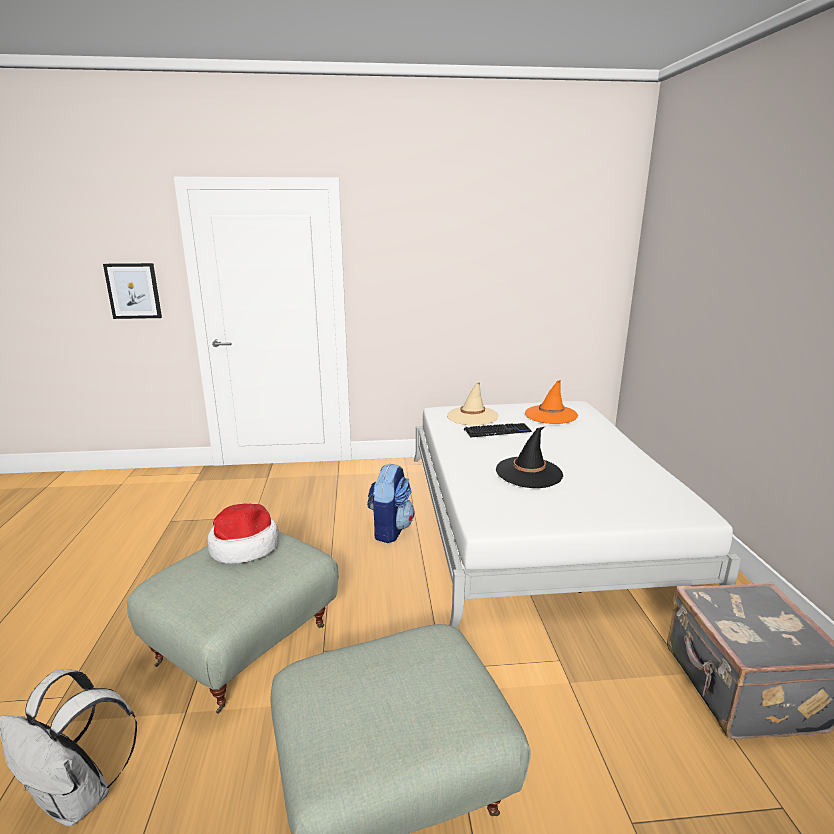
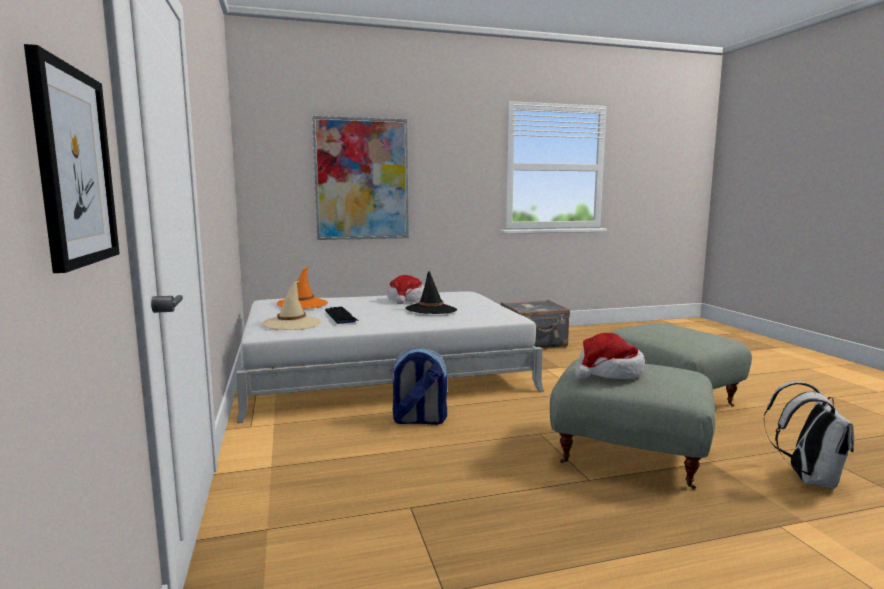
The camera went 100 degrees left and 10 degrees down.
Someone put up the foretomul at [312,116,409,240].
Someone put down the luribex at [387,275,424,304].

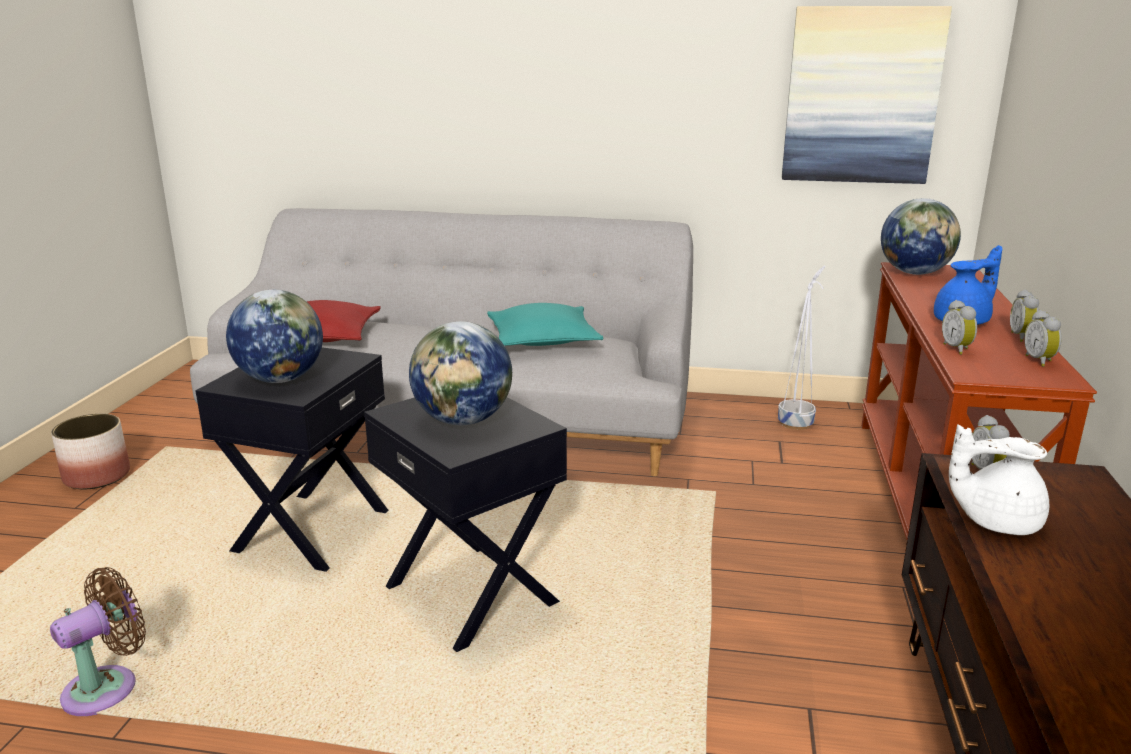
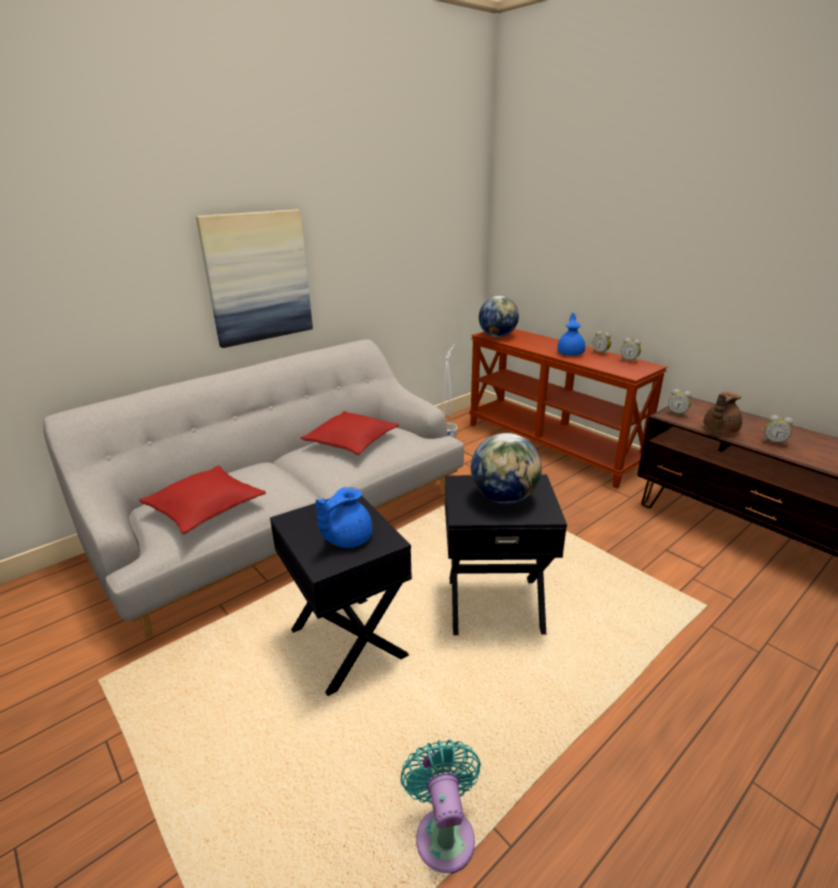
The camera went 50 degrees left and 5 degrees up.
Someone took away the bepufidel at [51,414,130,490].
Someone carried the foretomul from [782,6,952,184] to [196,210,313,348].
Someone carried the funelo from [942,300,977,355] to [763,415,793,446].
Someone swapped the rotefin at [226,290,323,383] for the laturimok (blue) at [316,487,372,548].
Someone repainted the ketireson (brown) at [50,567,146,716], which became the ketireson (turquoise) at [401,740,481,874].
Someone repainted the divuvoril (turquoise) at [487,303,604,346], which became the divuvoril (red) at [300,411,399,455].
Someone repainted the laturimok (white) at [949,425,1049,535], which became the laturimok (brown) at [703,392,742,434].

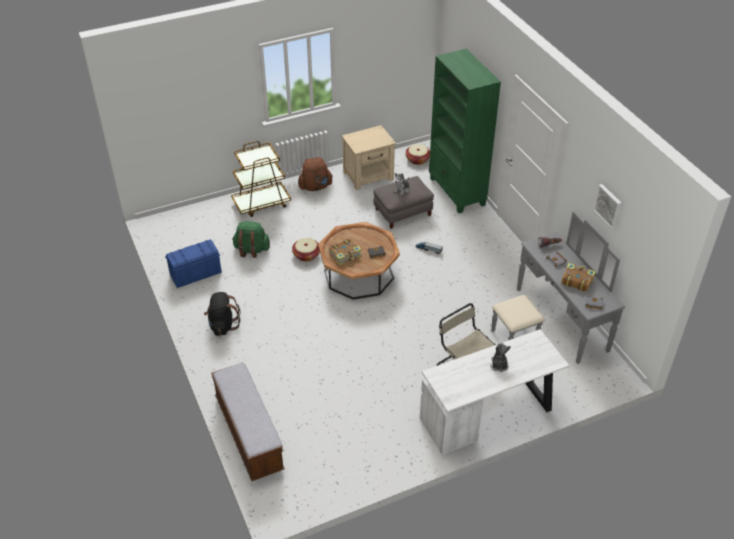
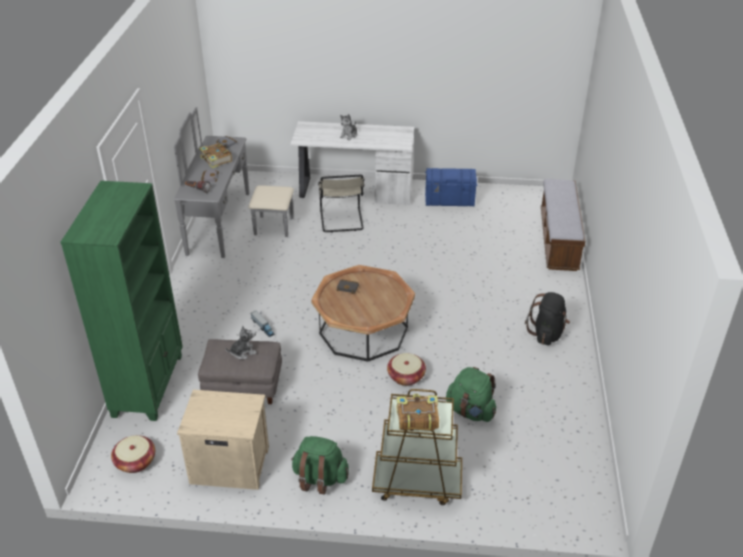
The camera went 150 degrees left and 5 degrees down.
Someone took away the foretomul at [593,184,622,229].
Someone carried the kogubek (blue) from [165,239,222,288] to [425,168,477,206].
Someone carried the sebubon from [329,239,362,265] to [396,393,439,431].
Someone repainted the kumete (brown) at [298,157,333,191], which became the kumete (green) at [291,436,349,494].

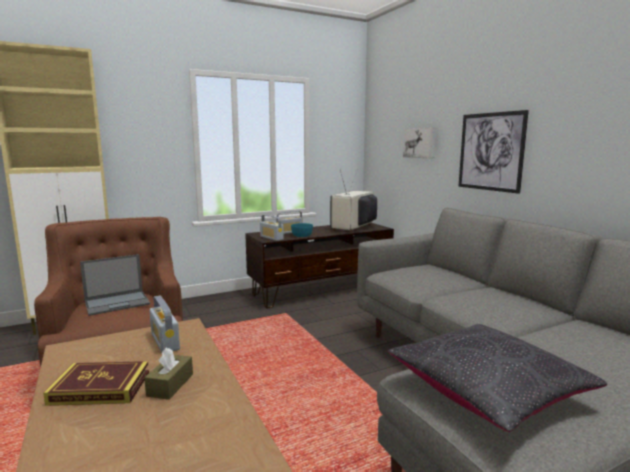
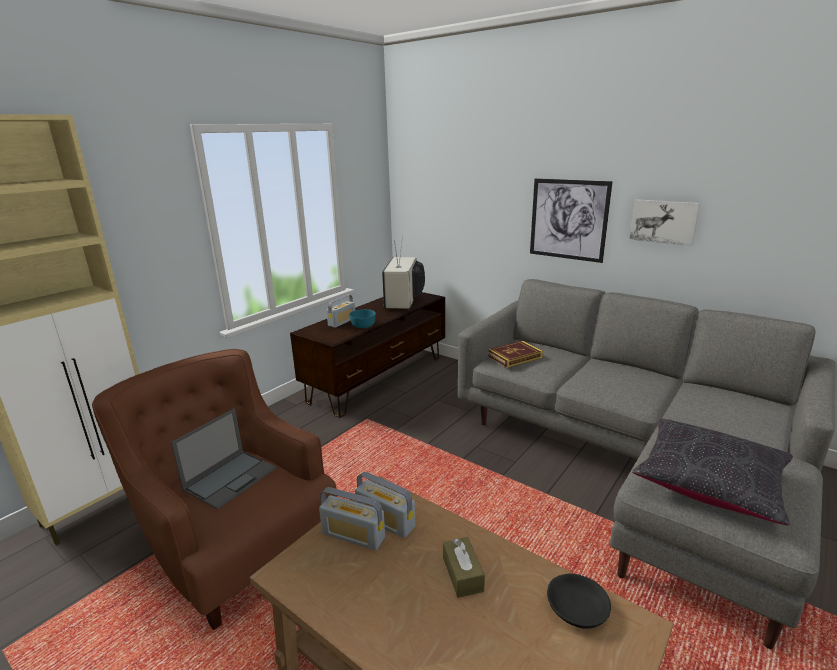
The camera went 25 degrees left and 10 degrees up.
Someone put down the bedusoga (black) at [547,574,611,629].
Someone carried the sebubon from [43,361,149,406] to [488,341,543,368].
Someone carried the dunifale from [260,215,284,241] to [319,487,385,550].
Someone carried the foretomul from [403,127,436,159] to [629,199,700,246].

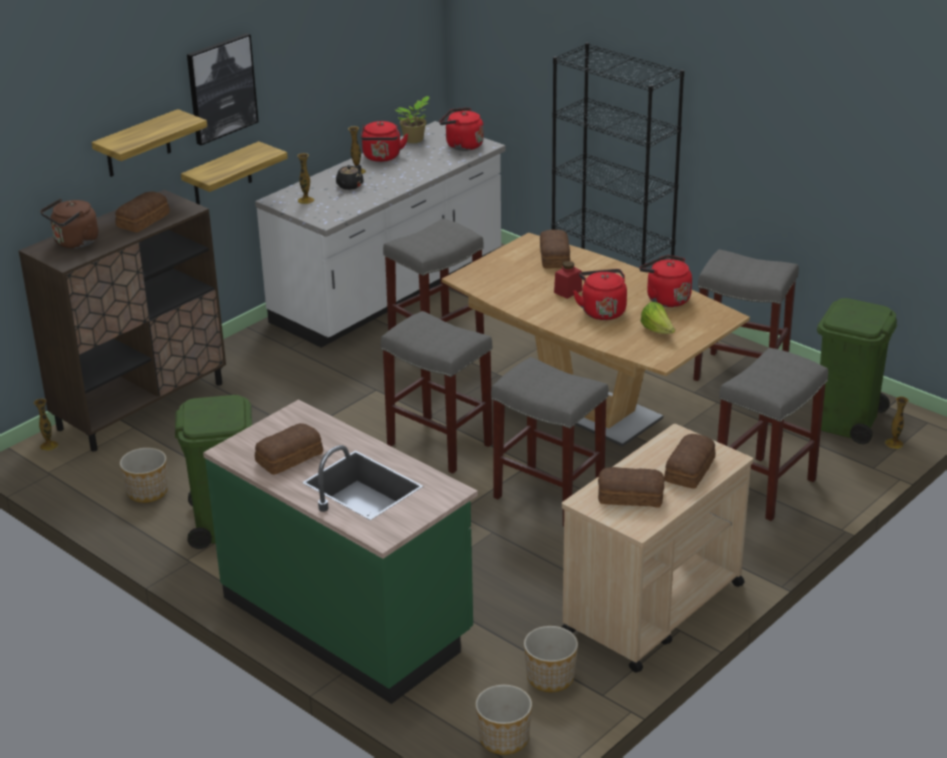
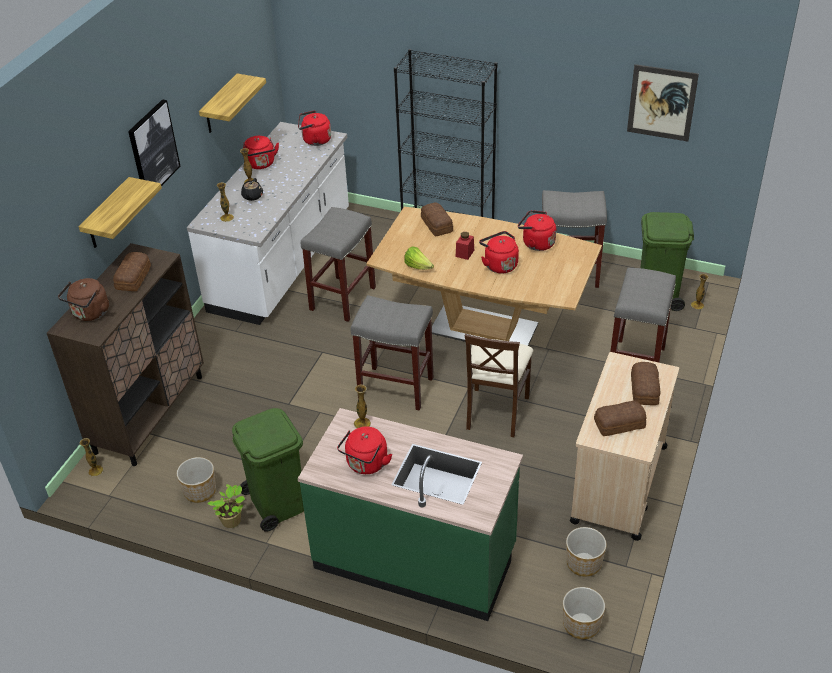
The camera went 20 degrees left and 10 degrees up.
Someone put down the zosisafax at [354,385,371,428].
Someone put up the foretomul at [627,64,699,141].
Someone carried the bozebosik from [181,141,288,205] to [199,74,266,133].
Someone carried the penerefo from [395,96,429,143] to [207,484,245,528].
Someone carried the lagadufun from [641,302,675,334] to [404,247,434,270].
Someone swapped the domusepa at [255,423,323,475] for the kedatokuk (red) at [337,426,392,474].
Someone swapped the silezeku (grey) at [491,357,609,526] for the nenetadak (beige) at [465,334,533,437].

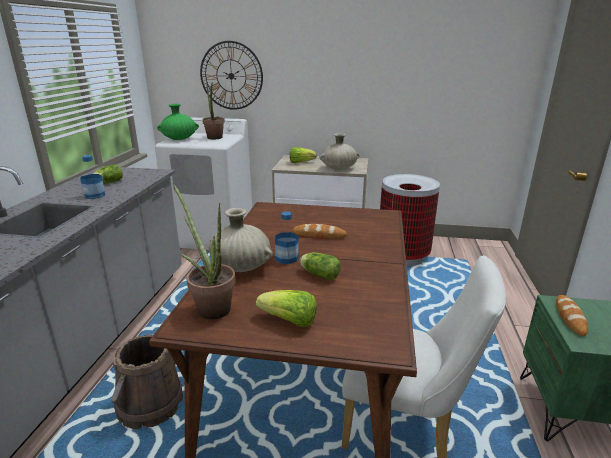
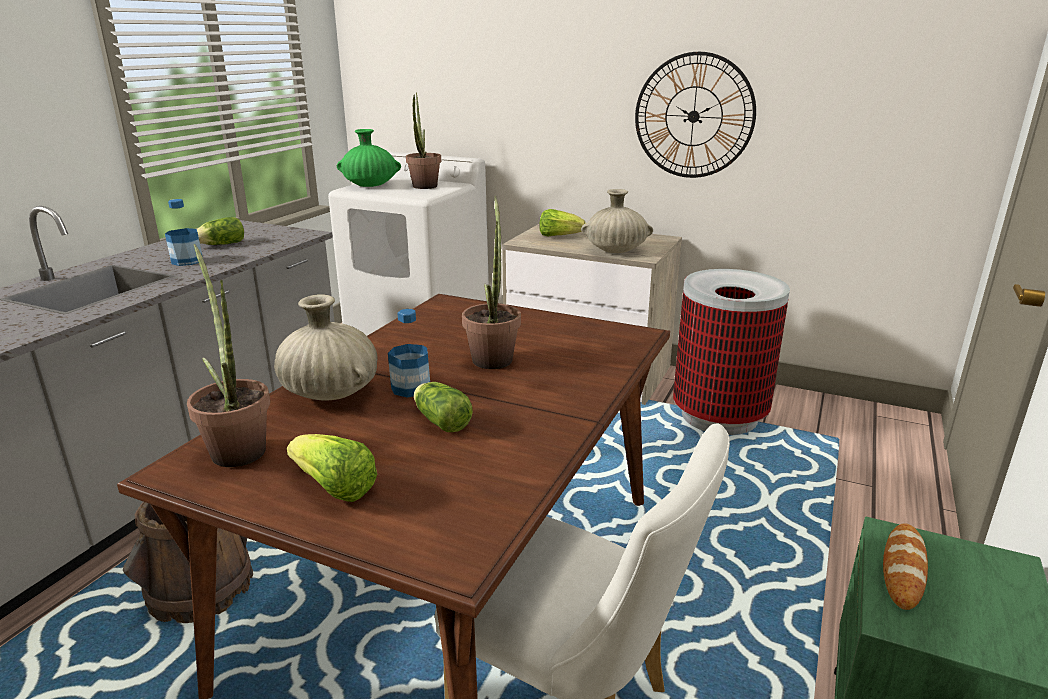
The camera went 15 degrees right and 0 degrees up.
Someone carried the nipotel from [200,41,263,110] to [635,52,756,178].
Someone swapped the domusepa at [292,224,347,238] for the penerefo at [462,196,521,369].

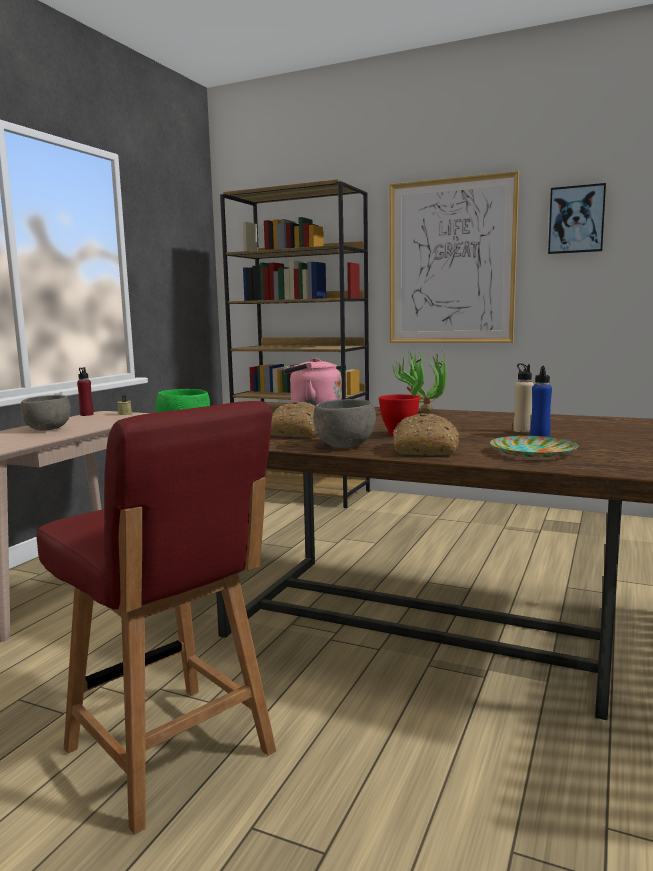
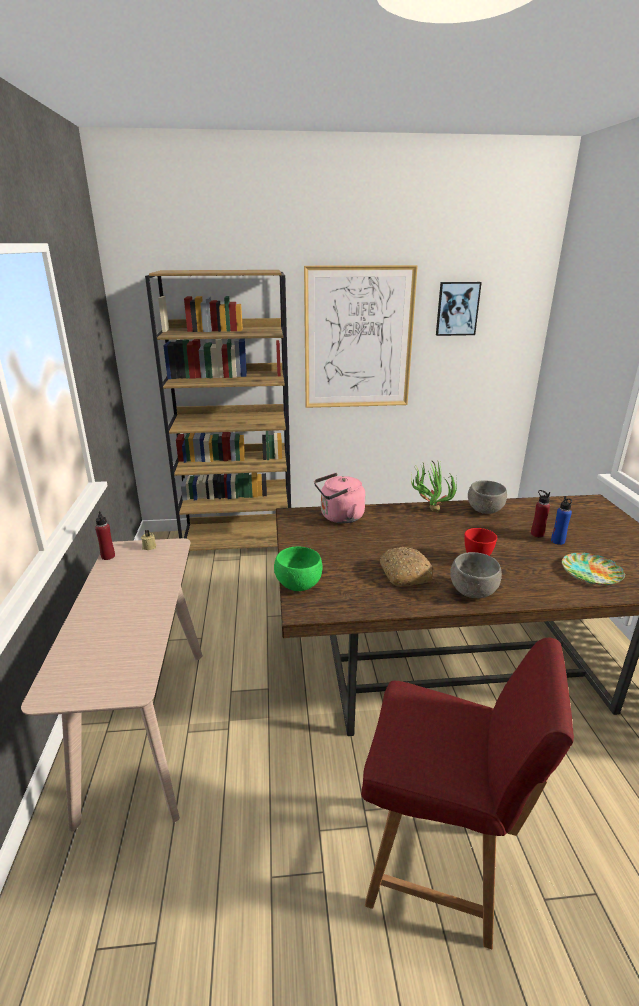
The camera went 30 degrees left and 15 degrees up.
Someone took away the domusepa at [393,413,459,455].
Someone carried the bedusoga (grey) from [20,395,71,431] to [468,480,507,514].
Someone repainted the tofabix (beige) at [514,363,534,432], which became the tofabix (red) at [531,490,550,537].

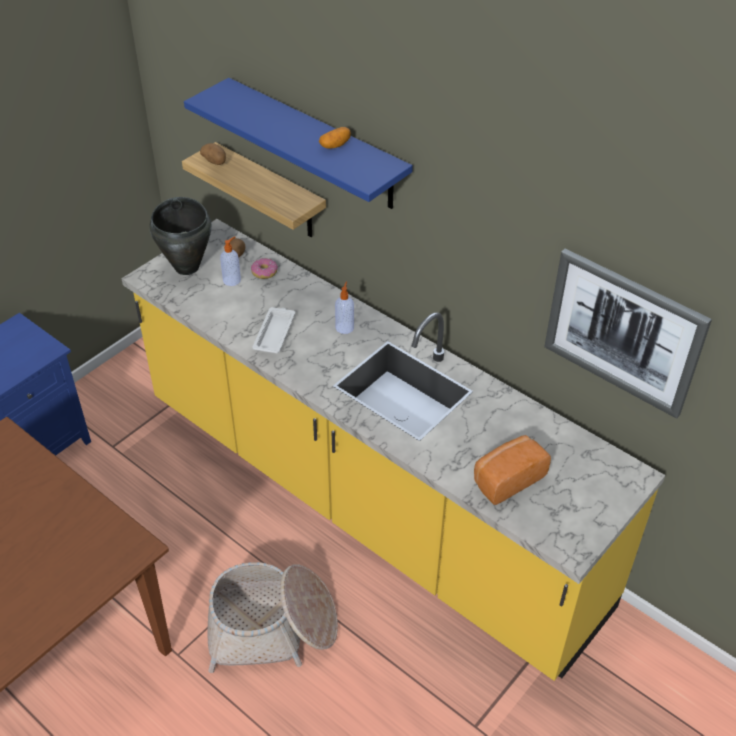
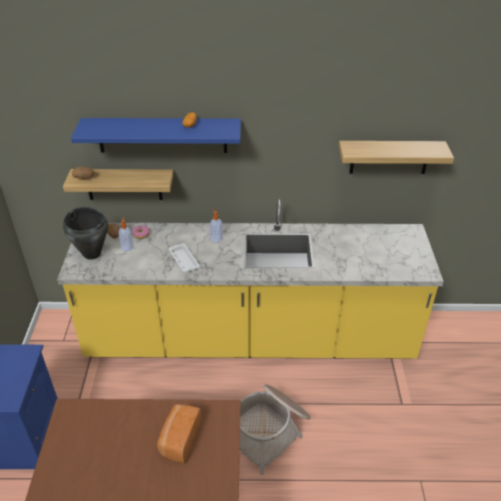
The camera went 40 degrees left and 5 degrees down.
Someone carried the domusepa from [474,435,551,505] to [157,404,201,463].
Someone swapped the foretomul at [544,249,712,419] for the bozebosik at [339,141,454,174].

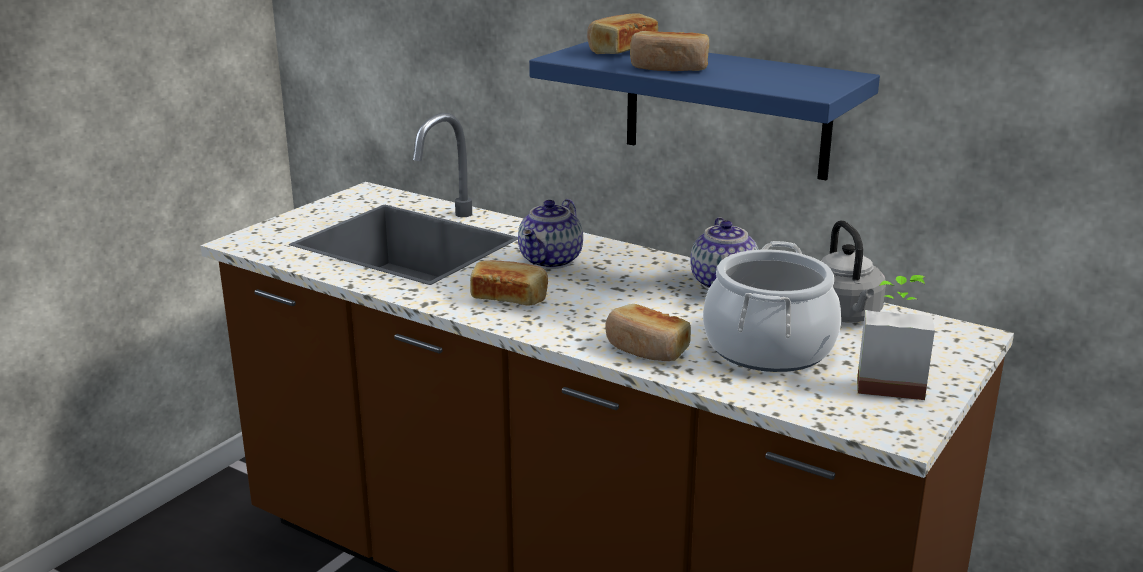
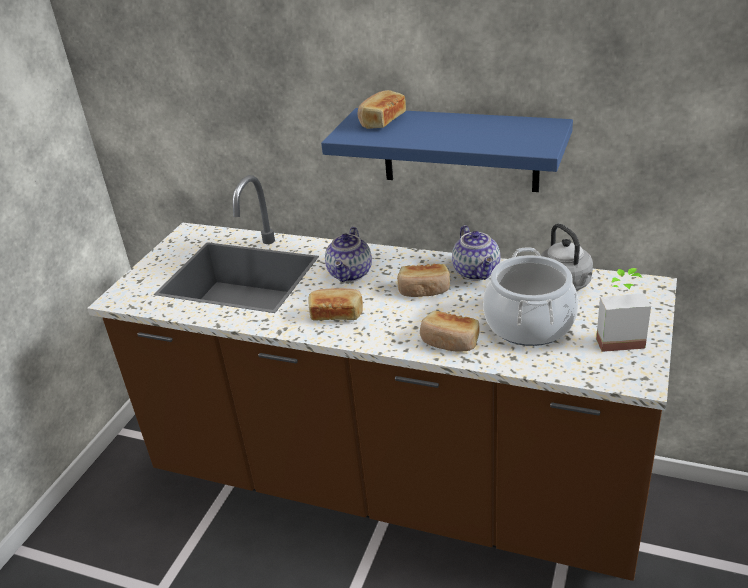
The camera went 10 degrees left and 10 degrees up.
Someone carried the domusepa from [630,31,709,71] to [397,264,450,297].

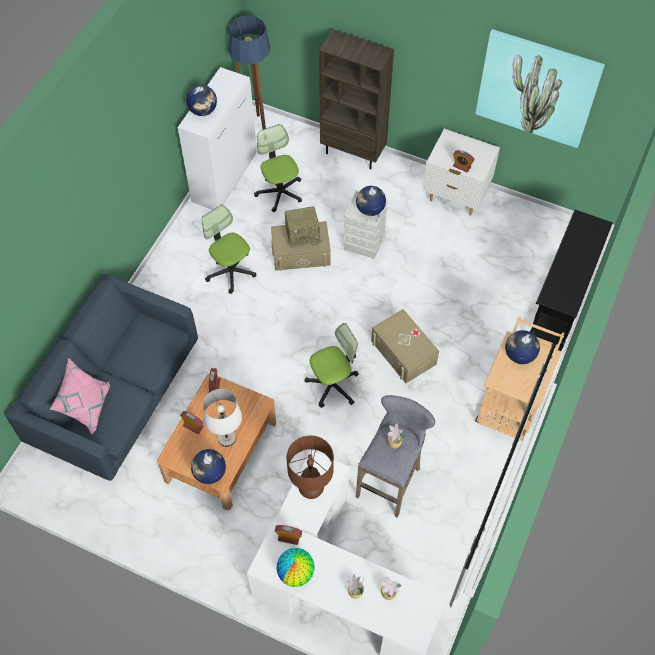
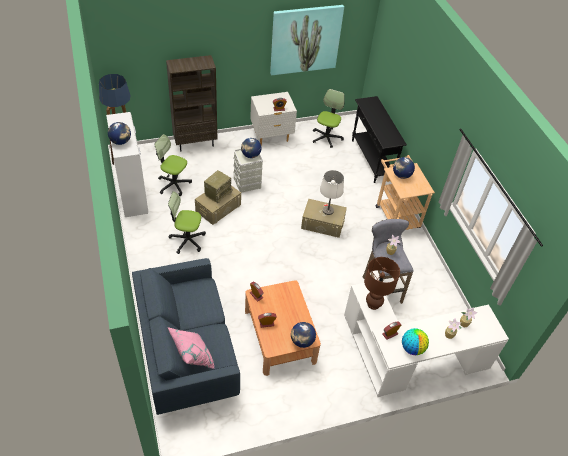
The camera went 45 degrees left and 10 degrees down.
Someone carried the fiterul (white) from [203,389,242,447] to [320,170,344,215].
Someone carried the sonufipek from [305,323,359,408] to [313,89,345,148].

